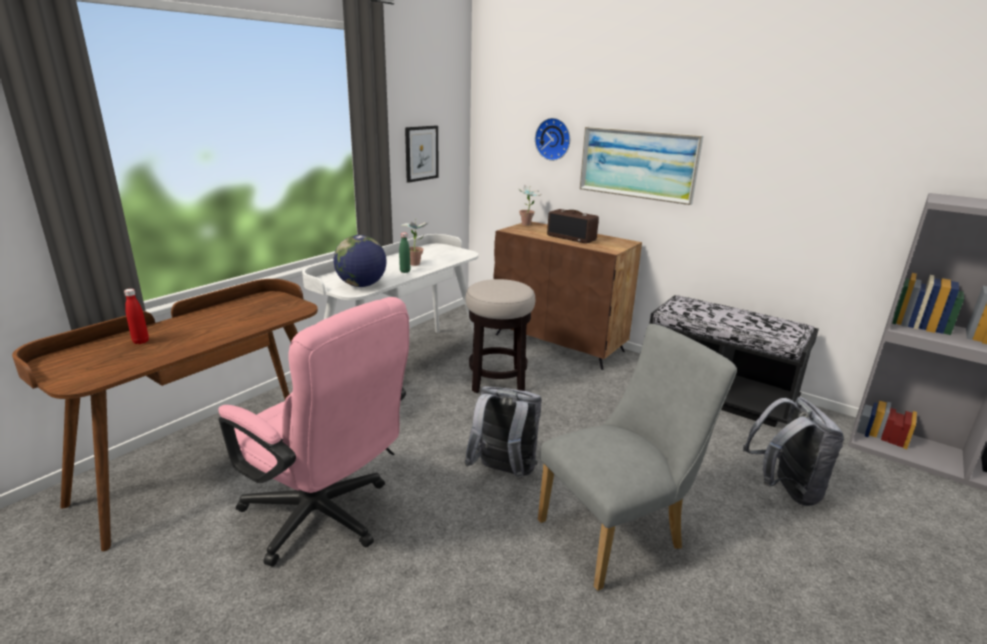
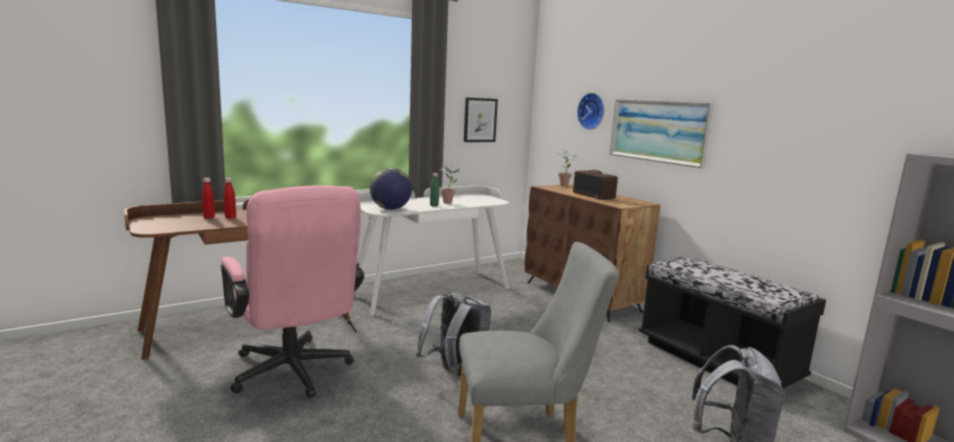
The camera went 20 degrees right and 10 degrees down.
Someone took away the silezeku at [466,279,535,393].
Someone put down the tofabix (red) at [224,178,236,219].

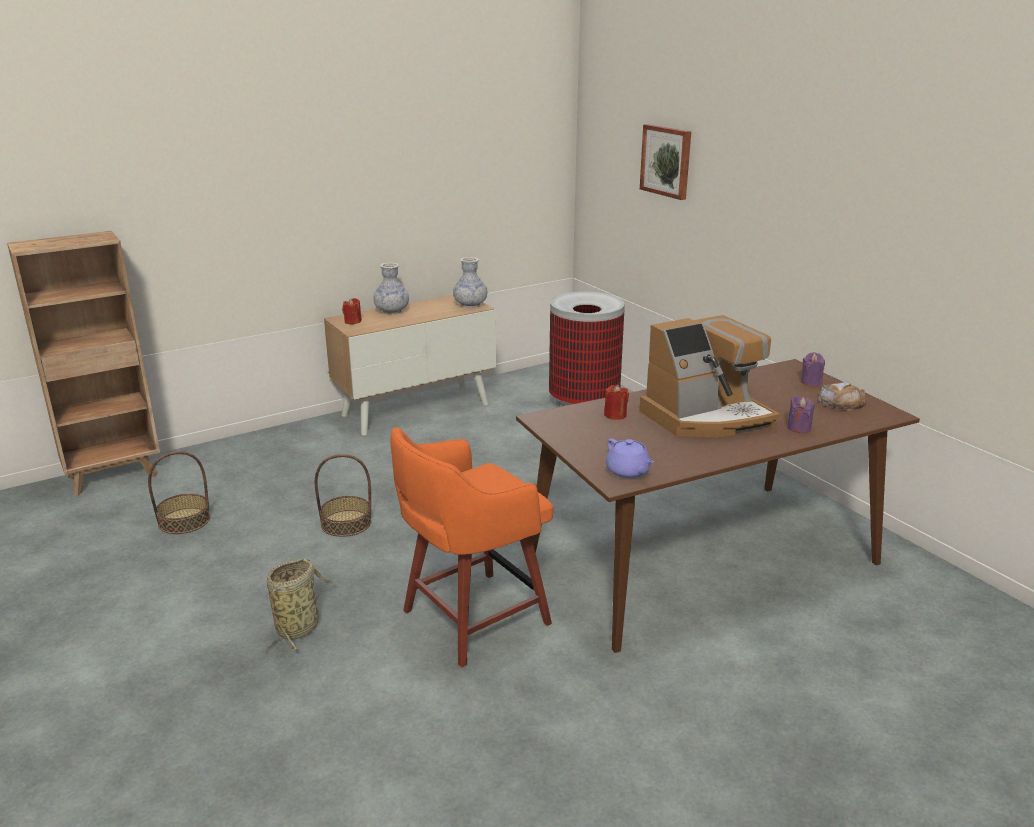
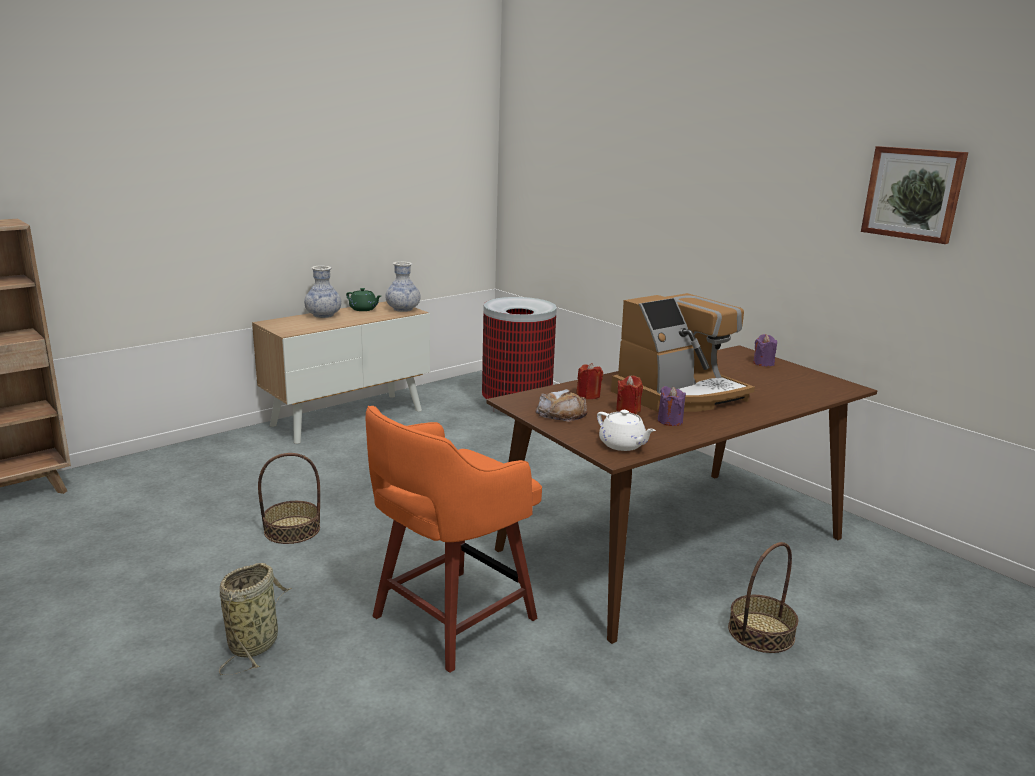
The camera went 10 degrees left and 5 degrees down.
Someone put down the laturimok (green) at [346,288,381,311].
Someone carried the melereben from [148,451,210,534] to [728,542,798,653].
Someone carried the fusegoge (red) from [342,298,362,324] to [616,376,643,414].
Someone carried the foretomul from [640,124,691,200] to [861,146,968,244].
Someone carried the fusegoge (purple) from [787,396,815,433] to [658,386,686,426].
Someone carried the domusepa from [817,382,866,411] to [535,389,587,422].
Someone repainted the laturimok (purple) at [606,439,654,478], which became the laturimok (white) at [597,410,656,451].

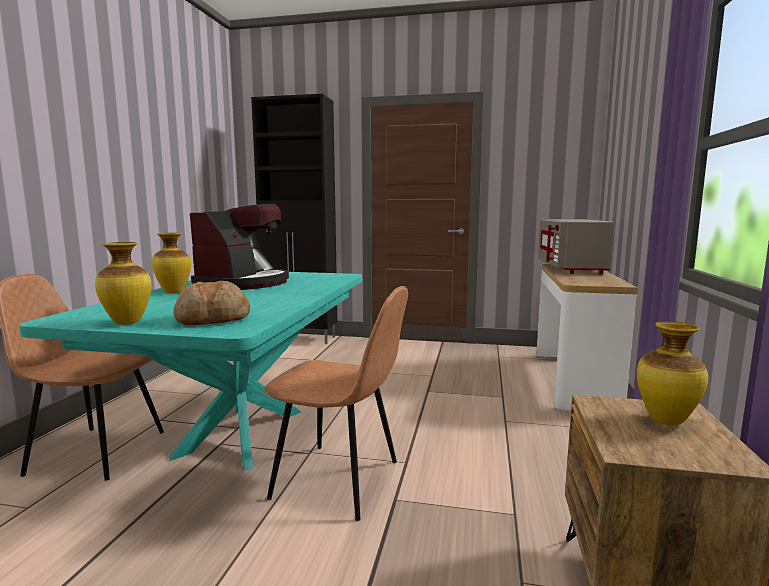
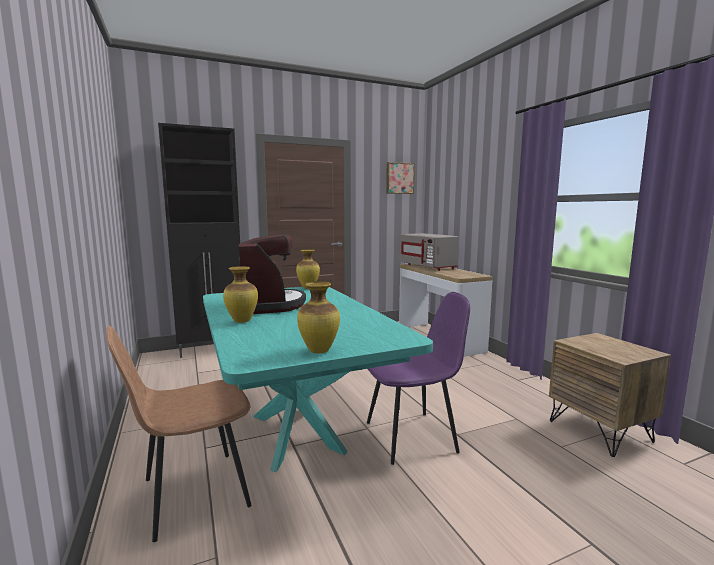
The camera went 35 degrees left and 0 degrees up.
Someone took away the domusepa at [173,281,250,325].
Someone put up the foretomul at [386,162,415,194].
Someone carried the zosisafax from [637,321,708,426] to [296,249,320,289].
Someone repainted the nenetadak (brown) at [264,286,408,521], which became the nenetadak (purple) at [367,292,470,465].

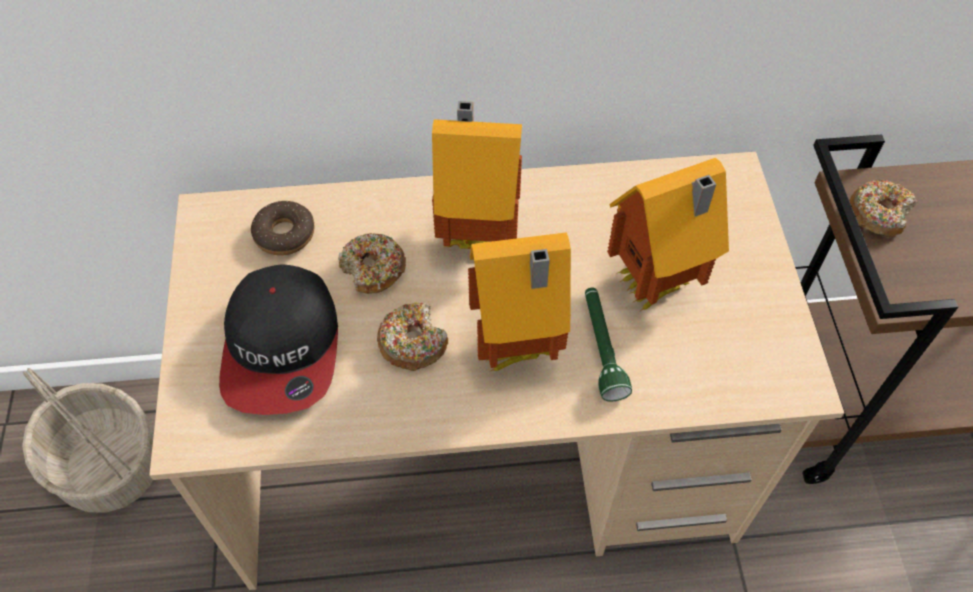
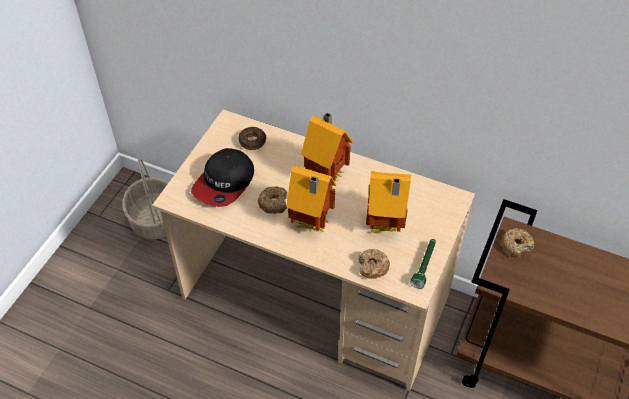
The camera went 30 degrees right and 5 degrees down.
Someone carried the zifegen from [338,233,406,294] to [358,249,390,279].
Someone carried the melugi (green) from [585,288,632,402] to [411,239,436,289].

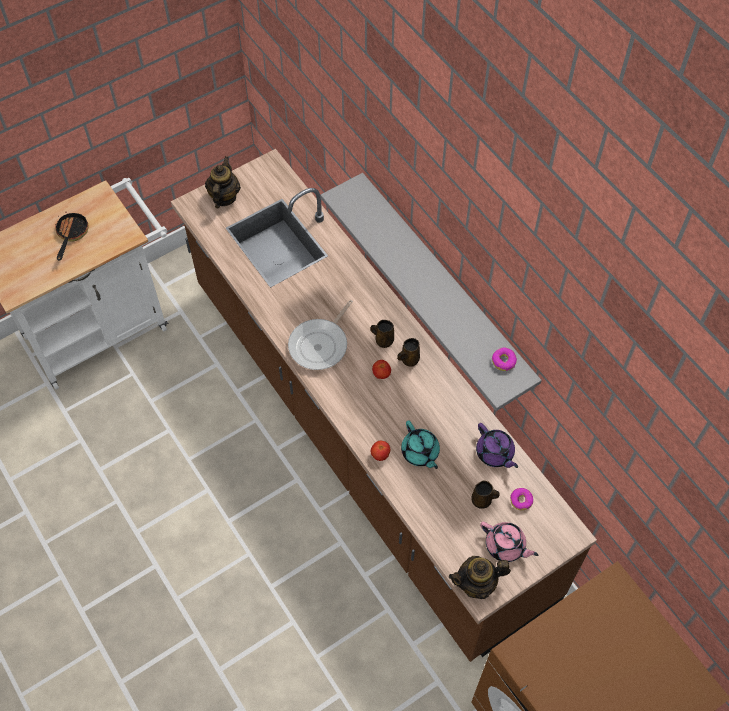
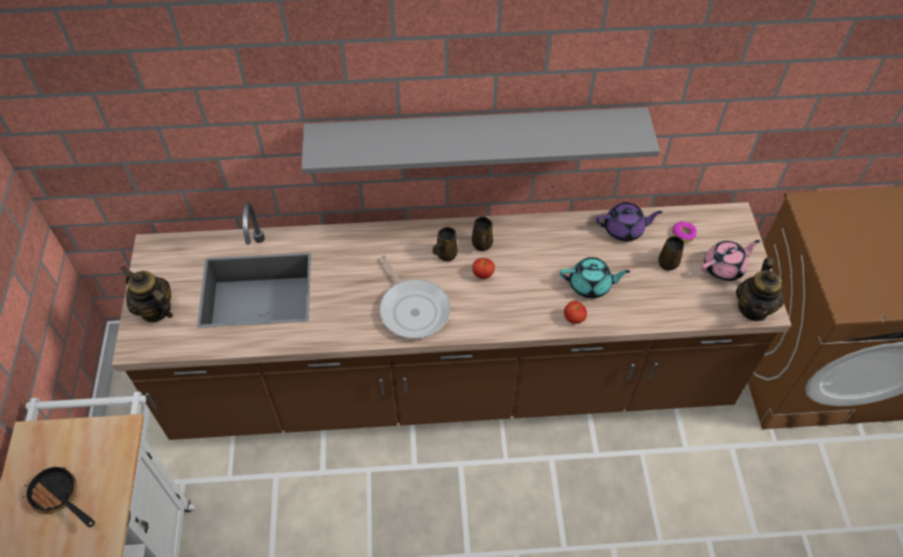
The camera went 60 degrees left and 5 degrees down.
Someone took away the zifegen at [492,348,517,371].

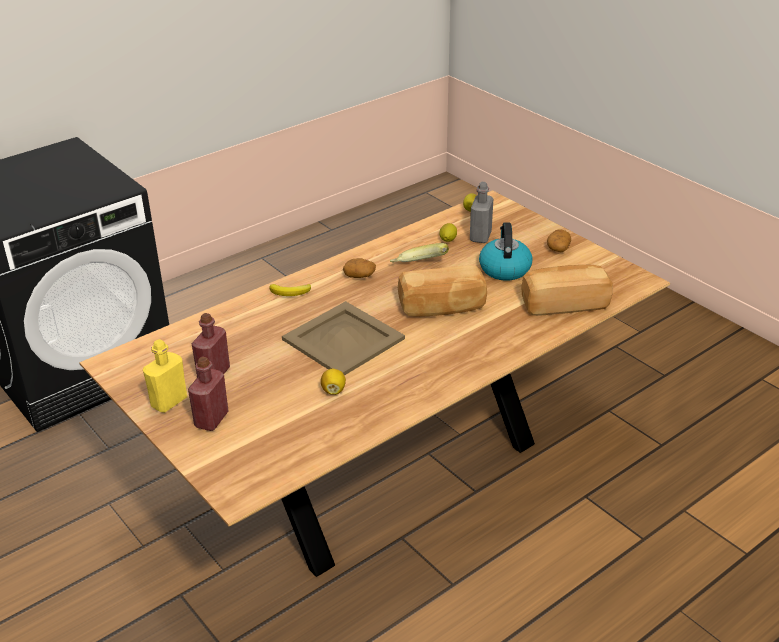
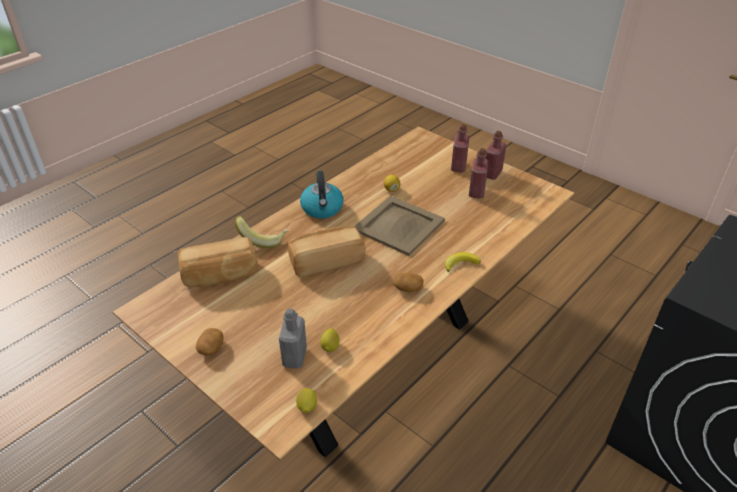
The camera went 170 degrees right and 5 degrees up.
Someone carried the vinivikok from [390,243,449,263] to [235,216,288,248].
Someone carried the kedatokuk from [479,222,533,281] to [300,171,344,218].
Someone repainted the tofabix (yellow) at [143,339,187,413], which became the tofabix (red) at [485,131,506,180].

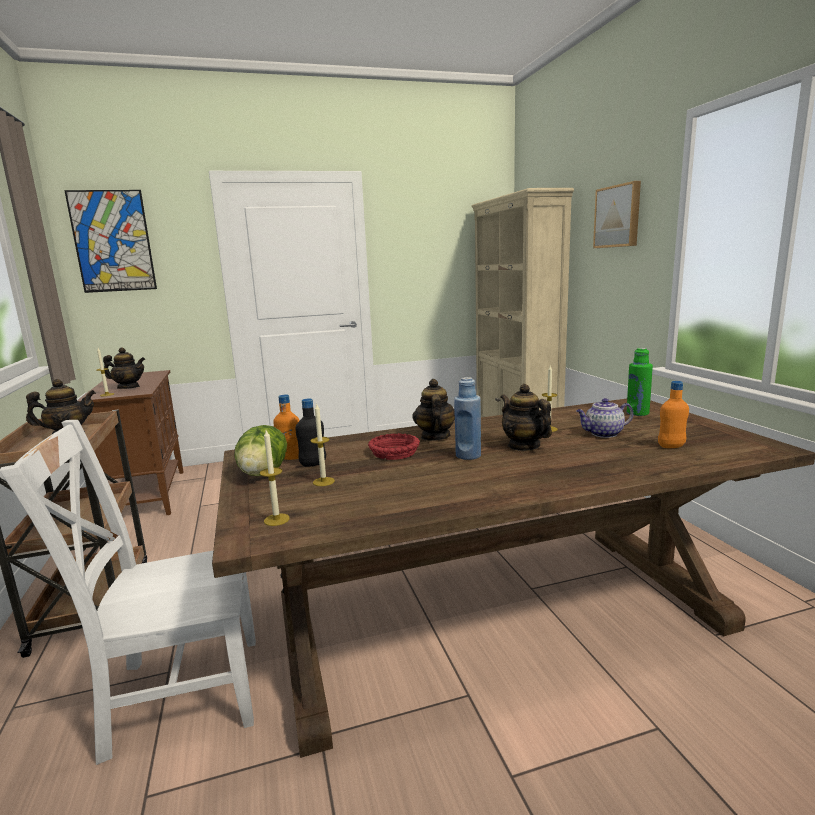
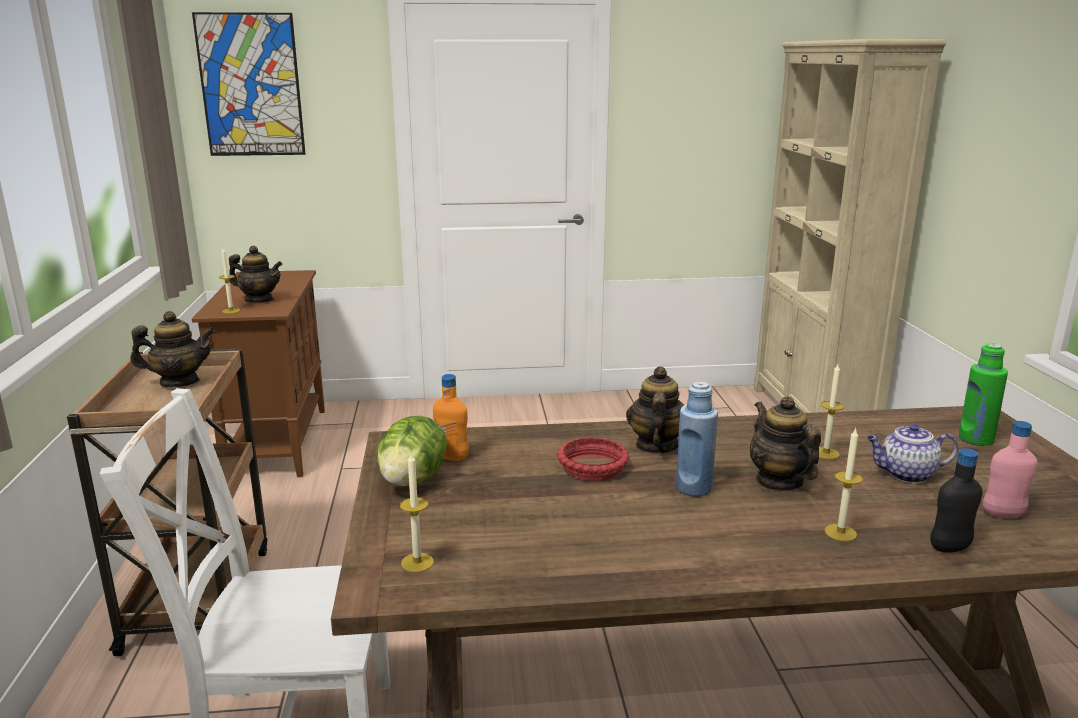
The camera went 10 degrees right and 5 degrees up.
Someone took away the foretomul at [593,181,641,248].
Someone carried the tofabix (black) from [296,398,326,467] to [930,448,983,553].
Someone carried the fusegoge from [311,404,335,486] to [824,428,863,541].
Someone repainted the tofabix (orange) at [658,381,689,448], which became the tofabix (pink) at [983,421,1038,518].

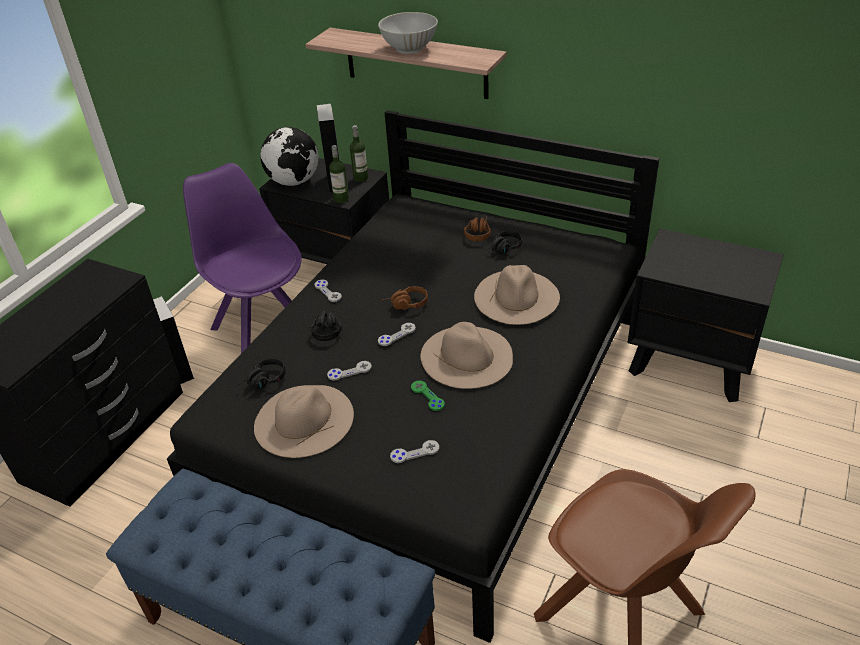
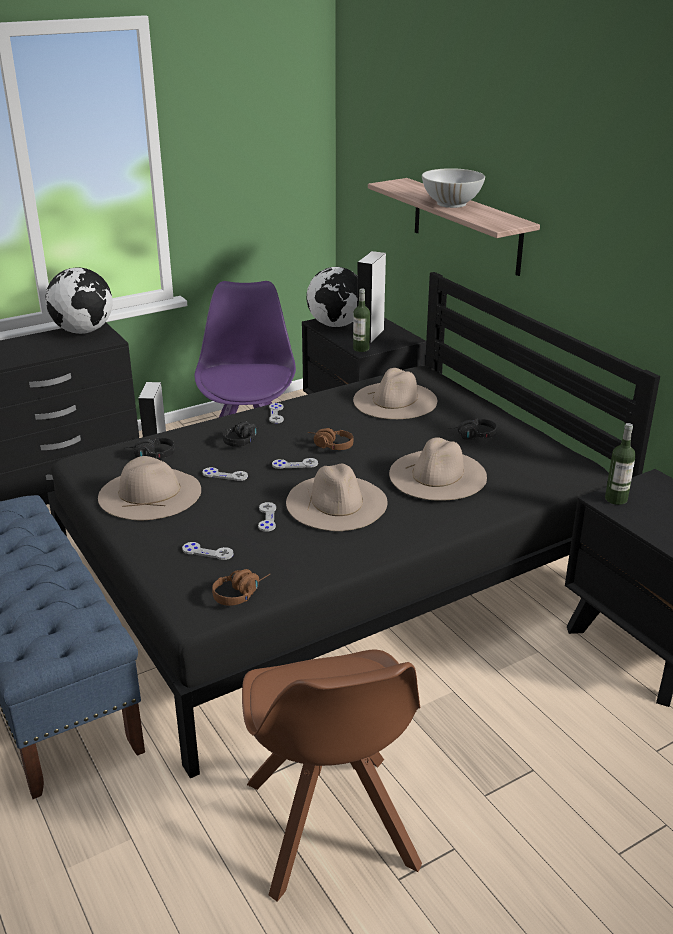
The camera went 30 degrees right and 10 degrees down.
Someone put down the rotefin at [45,267,113,334].
Someone put down the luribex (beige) at [353,368,437,419].
Someone carried the tofabix from [350,125,368,182] to [605,423,636,505].
Someone carried the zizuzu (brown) from [464,216,491,241] to [212,569,270,606].
Someone repainted the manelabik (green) at [411,380,445,411], which became the manelabik (grey) at [258,502,276,532].

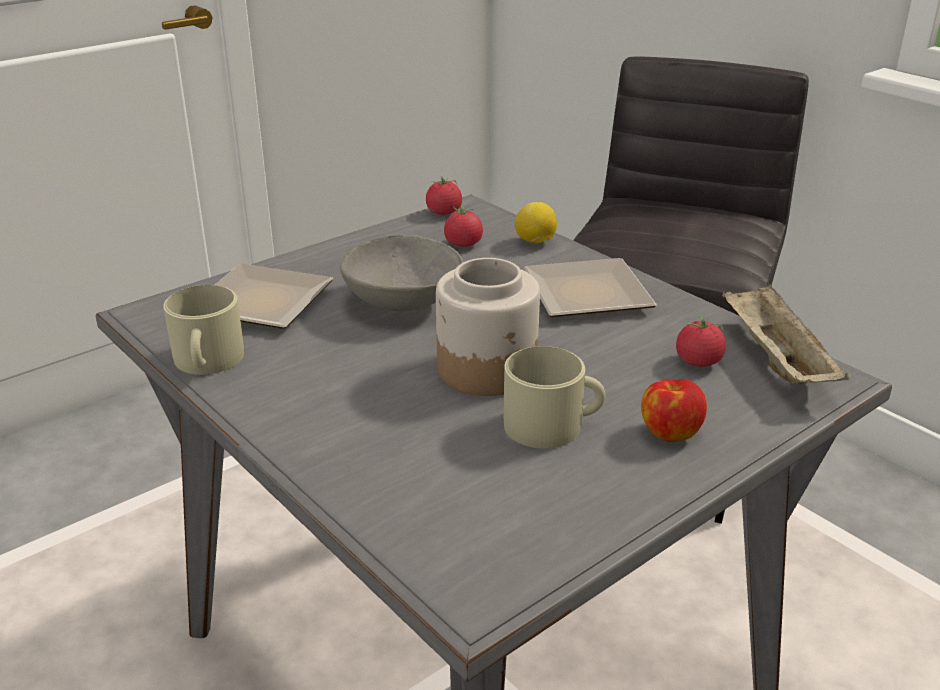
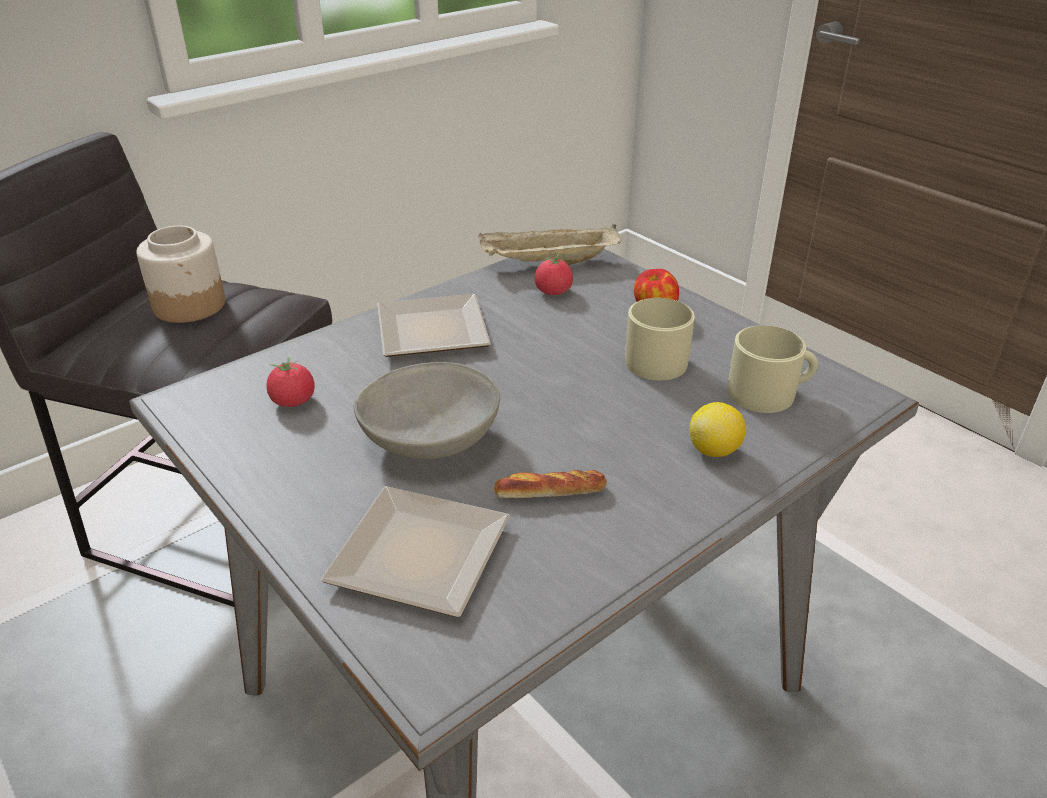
The camera went 90 degrees left and 5 degrees up.
Someone took away the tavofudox at [426,176,462,215].
Someone put down the domusepa at [494,470,607,498].
Someone carried the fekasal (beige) from [163,285,244,375] to [728,325,818,413].
Someone carried the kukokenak from [436,258,540,396] to [136,226,225,323].
Someone carried the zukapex from [515,202,557,243] to [690,402,746,457].

